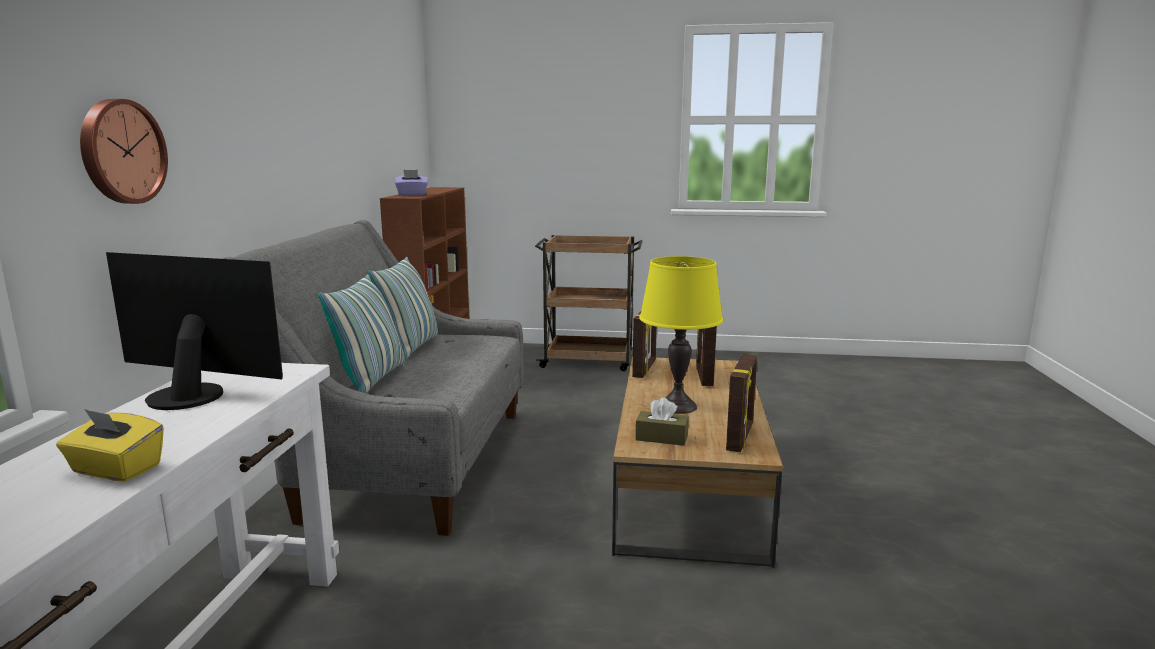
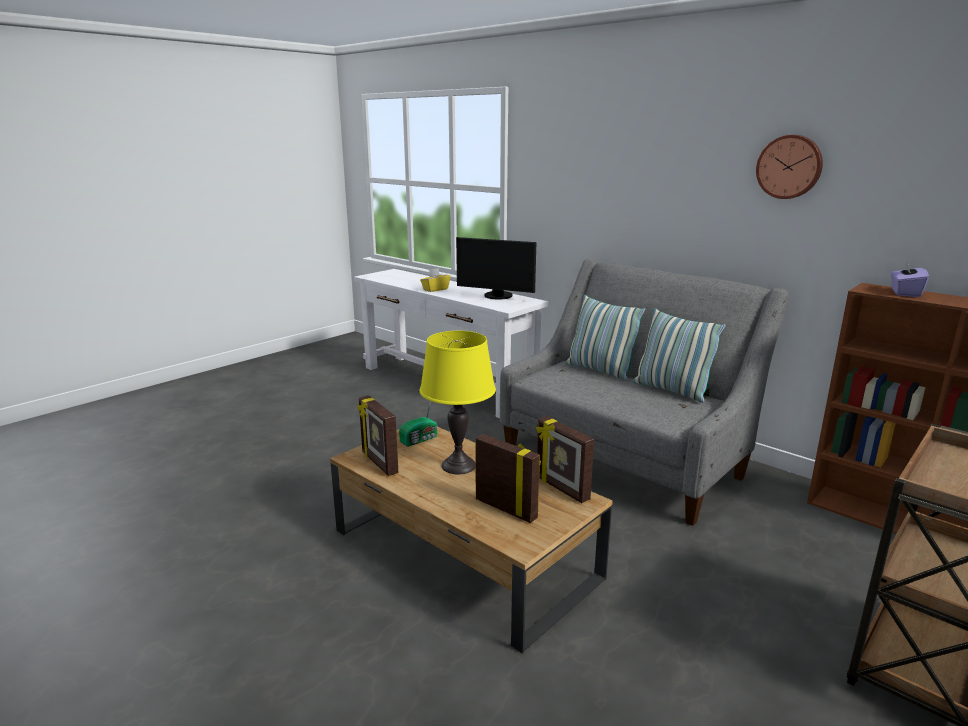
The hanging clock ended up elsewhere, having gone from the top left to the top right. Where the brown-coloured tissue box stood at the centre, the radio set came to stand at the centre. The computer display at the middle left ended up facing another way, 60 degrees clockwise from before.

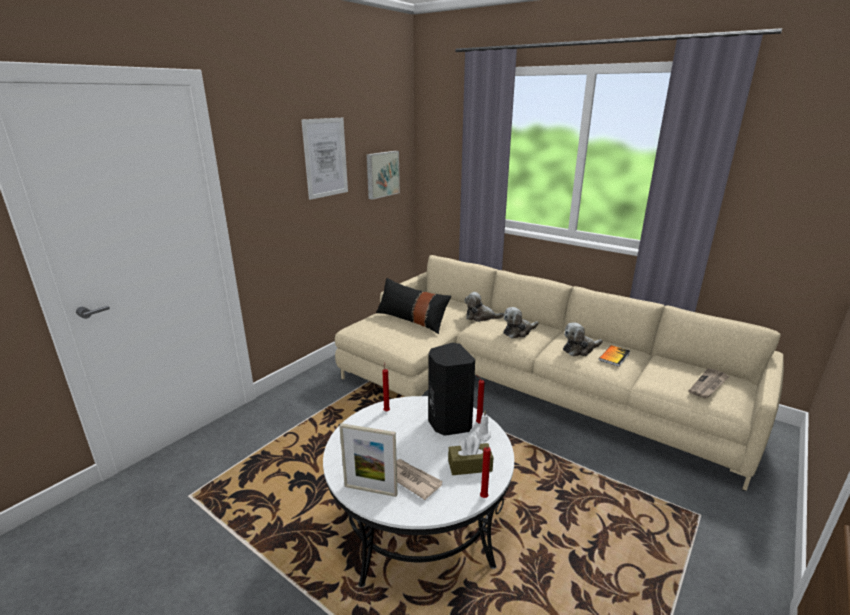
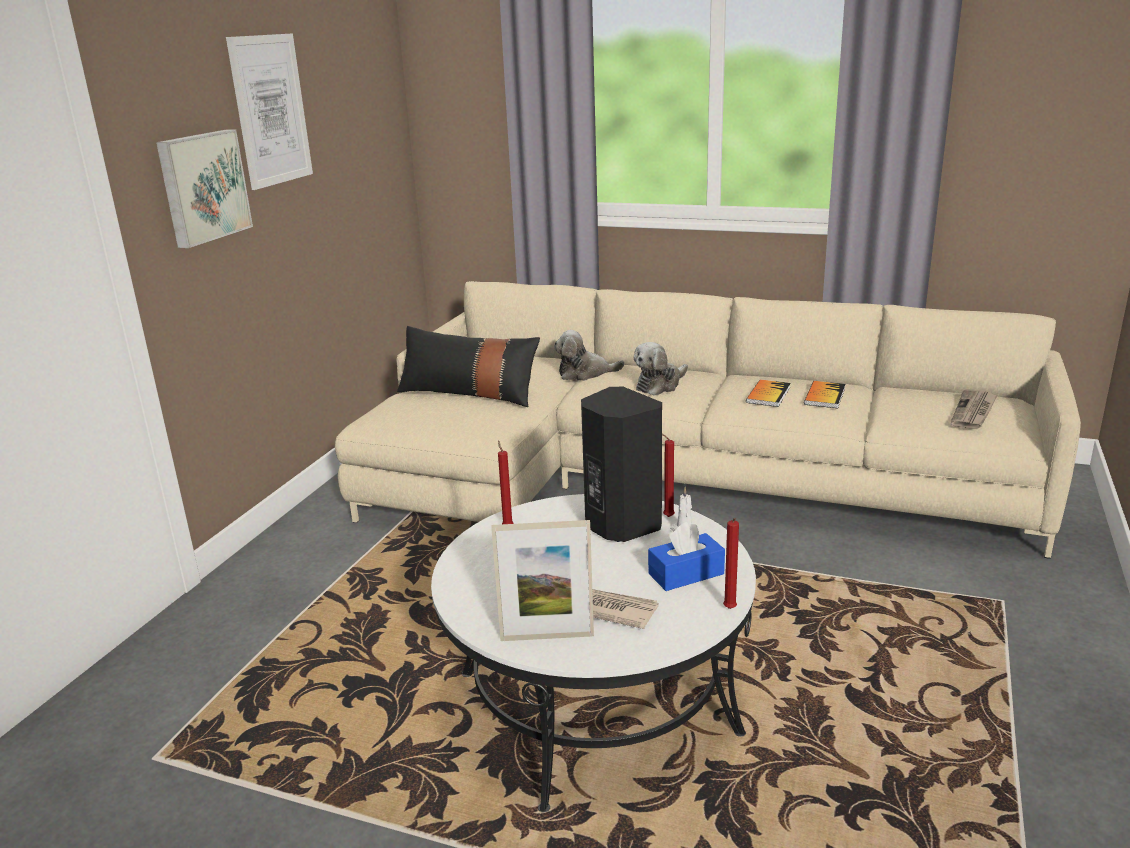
The wall art (no. 2 from left in the first image) ended up elsewhere, having gone from the top centre to the top left. Where the cuddly toy (no. 3 from left) stood at the middle right, the volume (no. 1 from left) came to stand at the middle right. What was the brown-coloured tissue box at the bottom centre turned into the blue tissue box at the centre.

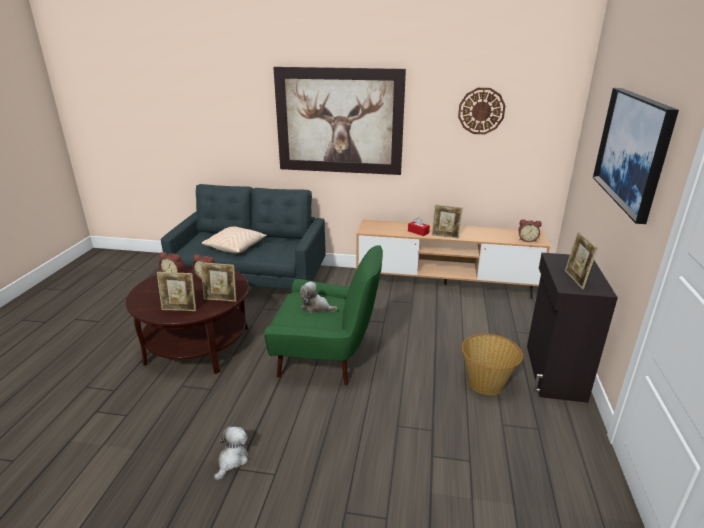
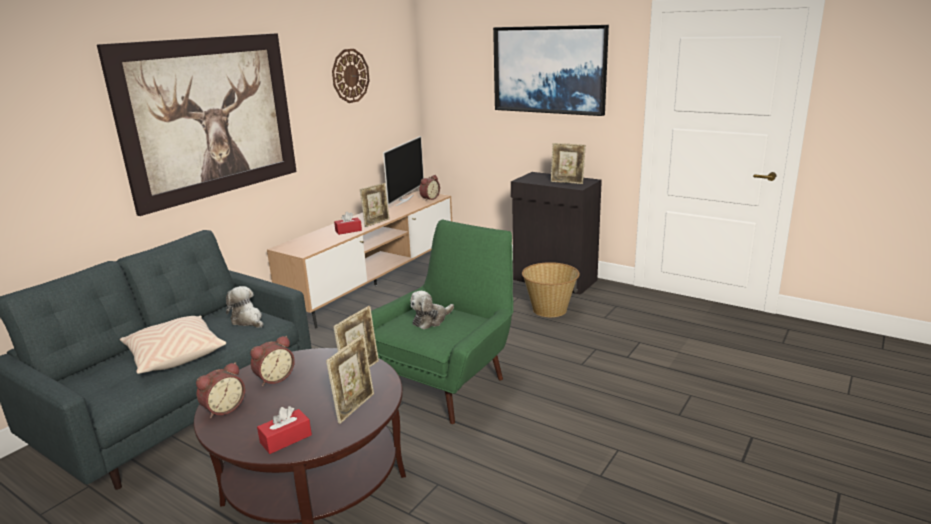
The second view gained the red-coloured tissue box (no. 1 from left) at the bottom left. The second view gained the TV set at the top centre. The cuddly toy (no. 1 from left) ended up elsewhere, having gone from the bottom left to the middle left.

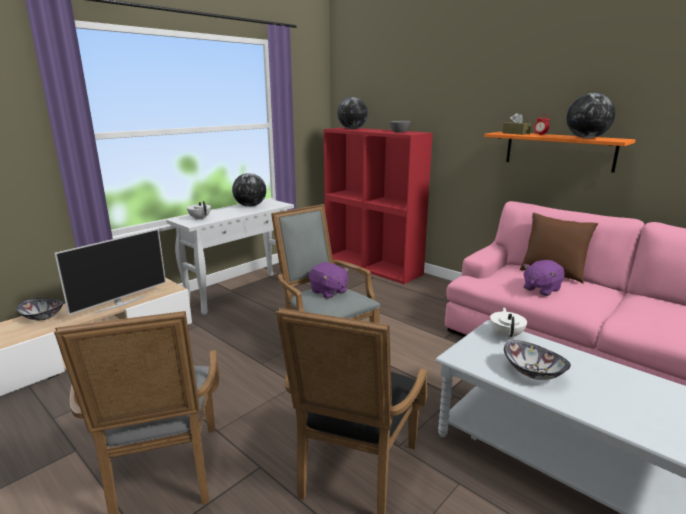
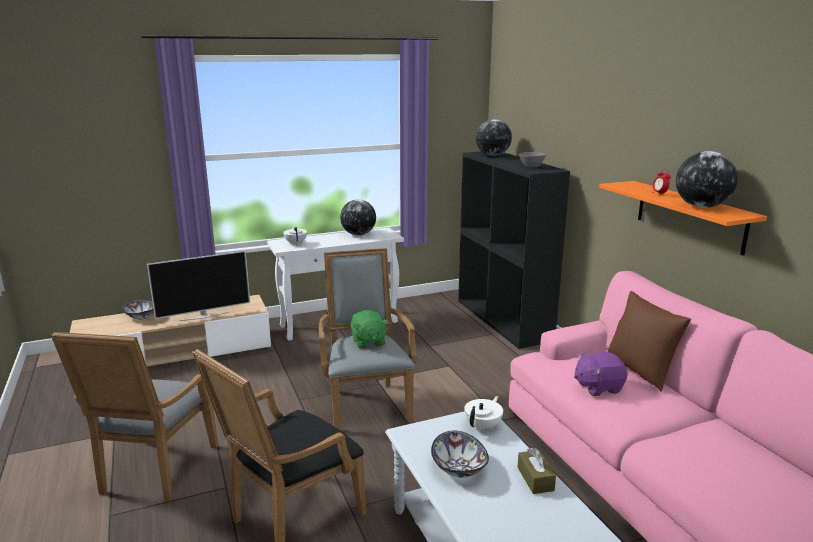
The brown-coloured tissue box ended up elsewhere, having gone from the top right to the bottom centre. What was the purple cuddly toy (no. 1 from left) at the centre turned into the greenish cuddly toy at the centre. What was the red-coloured bookcase at the centre turned into the black-coloured bookcase at the centre.

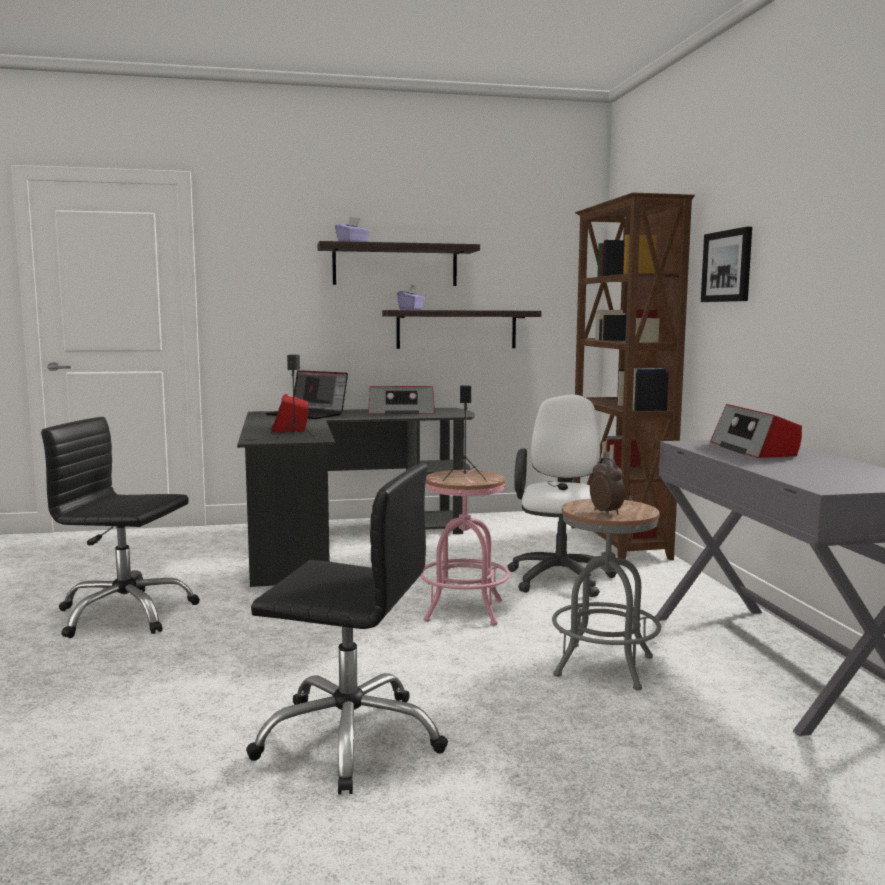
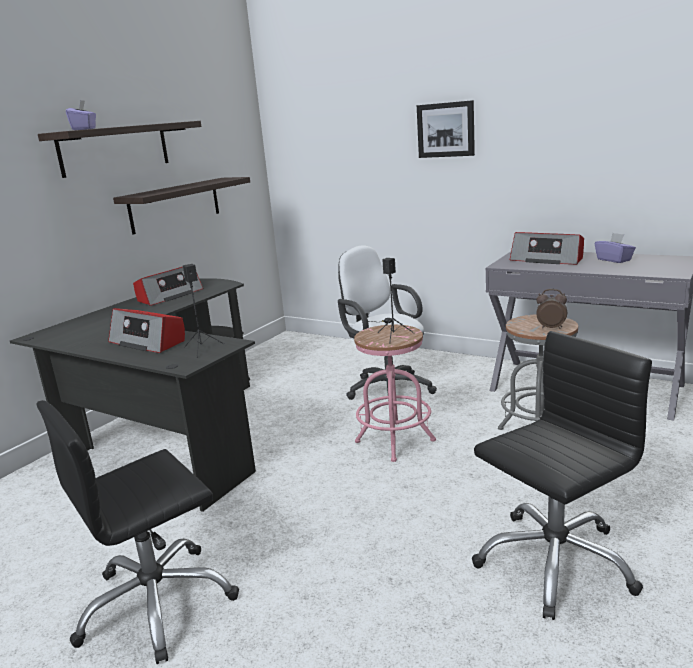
The second view lost the laptop at the centre. The second view lost the brown-coloured bookcase at the middle right. The purple tissue box (no. 2 from left) ended up elsewhere, having gone from the centre to the middle right.

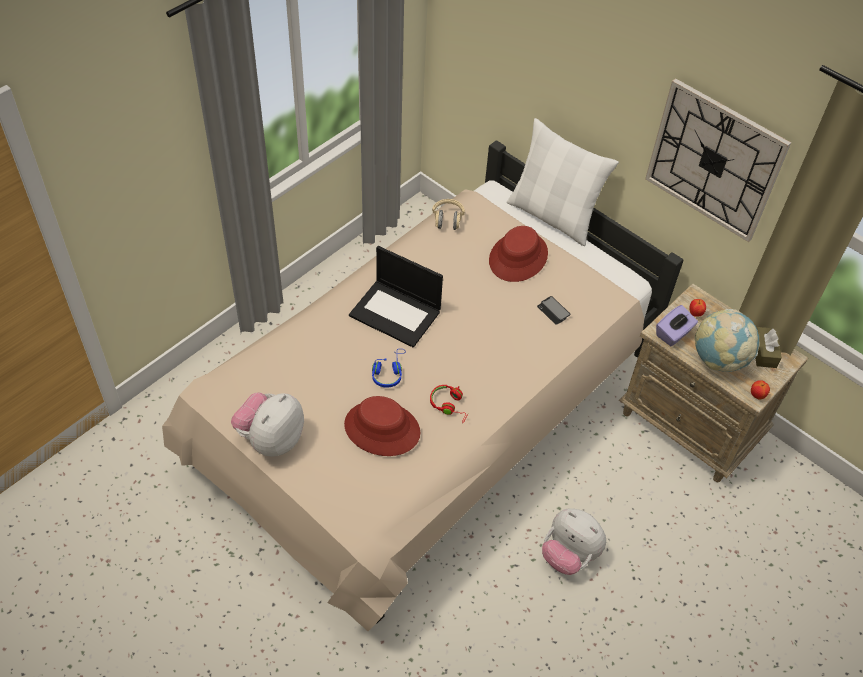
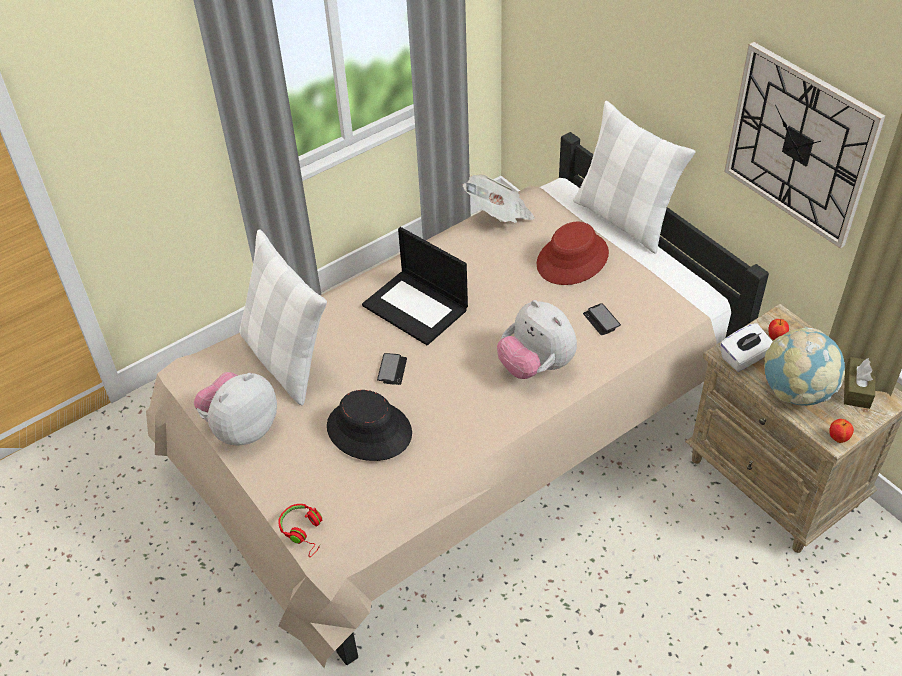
The second view gained the white cushion (no. 1 from left) at the middle left. The red-coloured pair of headphones ended up elsewhere, having gone from the centre to the bottom left. The cuddly toy (no. 2 from left) ended up elsewhere, having gone from the bottom centre to the centre. Where the blue pair of headphones stood at the centre, the handset (no. 1 from left) came to stand at the centre. Where the sand-coloured pair of headphones stood at the top centre, the daily paper came to stand at the top centre. What was the red-coloured wearable hat (no. 1 from left) at the centre turned into the black-coloured wearable hat at the centre. What was the purple tissue box at the middle right turned into the white tissue box at the middle right.

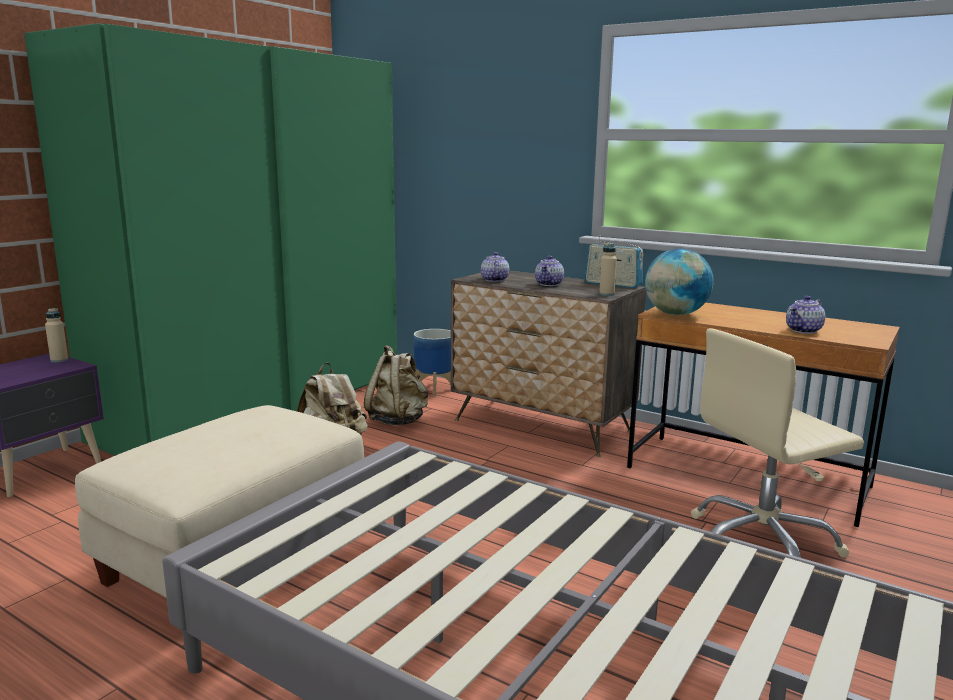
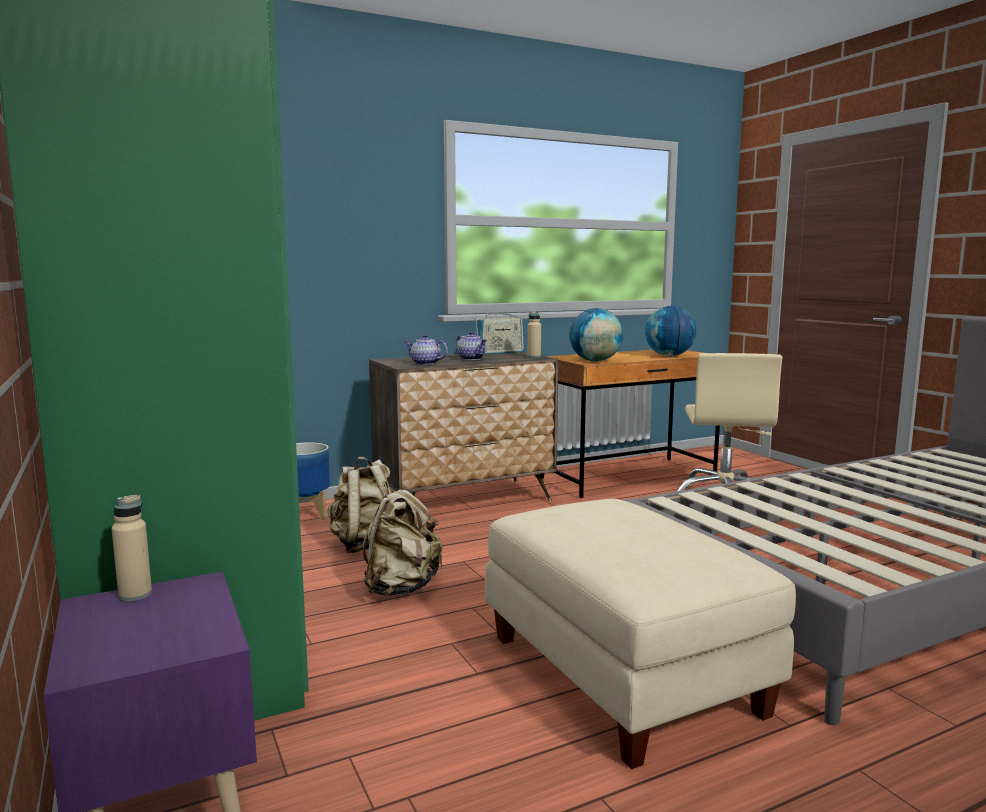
Where the tea pot (no. 3 from left) stood at the middle right, the globe (no. 2 from left) came to stand at the middle right.

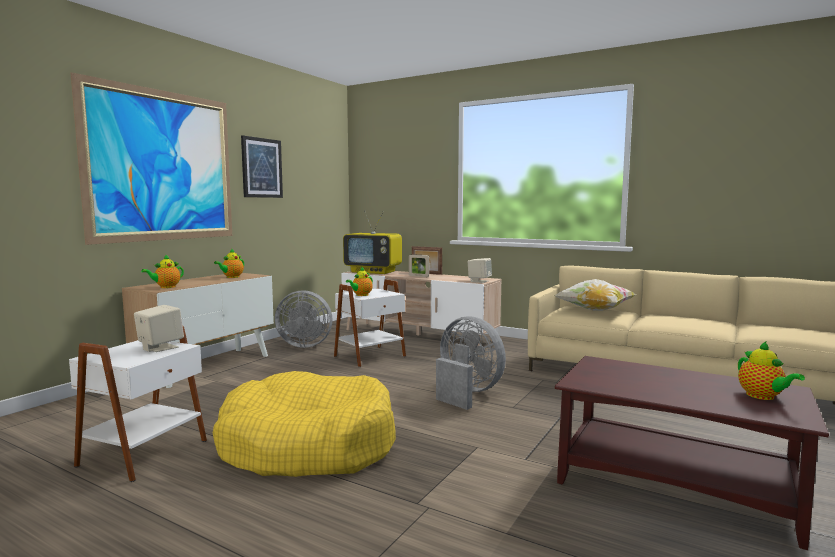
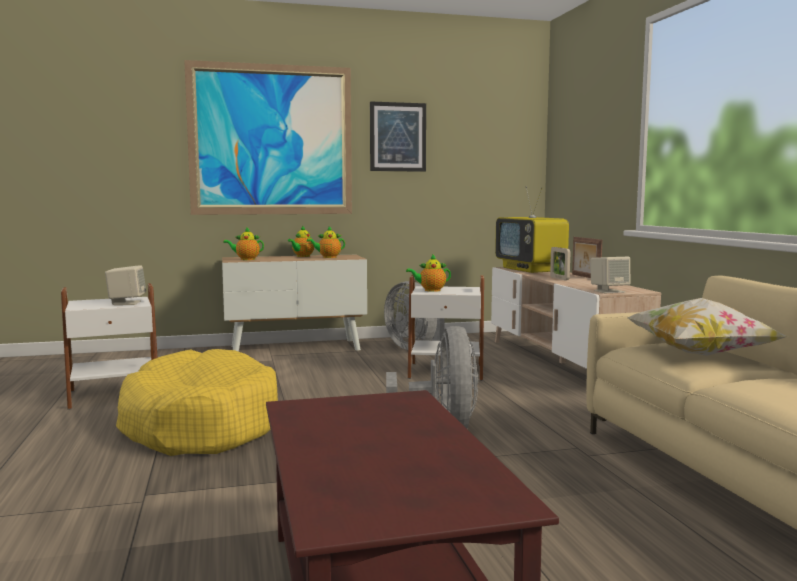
The tea pot (no. 4 from left in the first image) ended up elsewhere, having gone from the middle right to the centre.

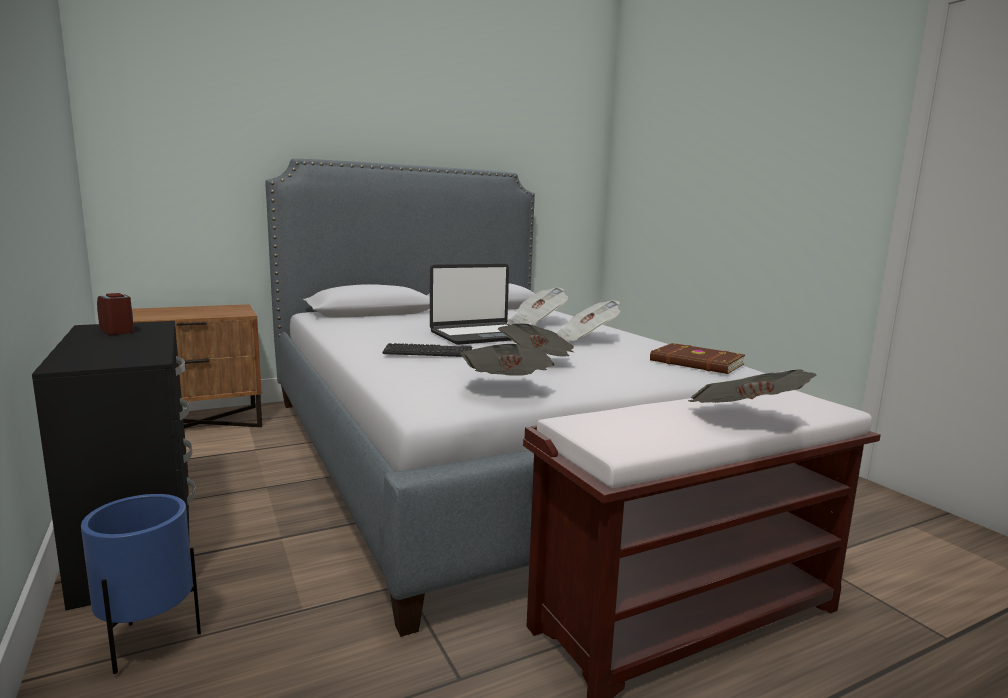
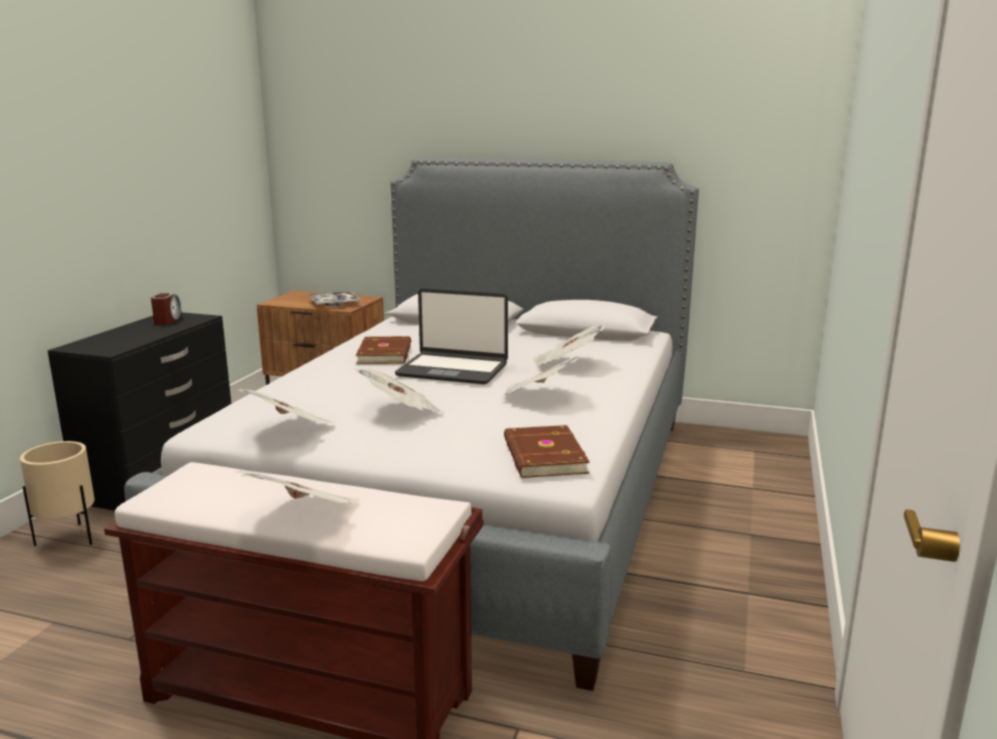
The second view lost the PC keyboard at the centre. The second view gained the tray at the centre. The second view gained the brown-coloured volume (no. 1 from left) at the centre. What was the blue plant pot at the bottom left turned into the sand-coloured plant pot at the bottom left.

